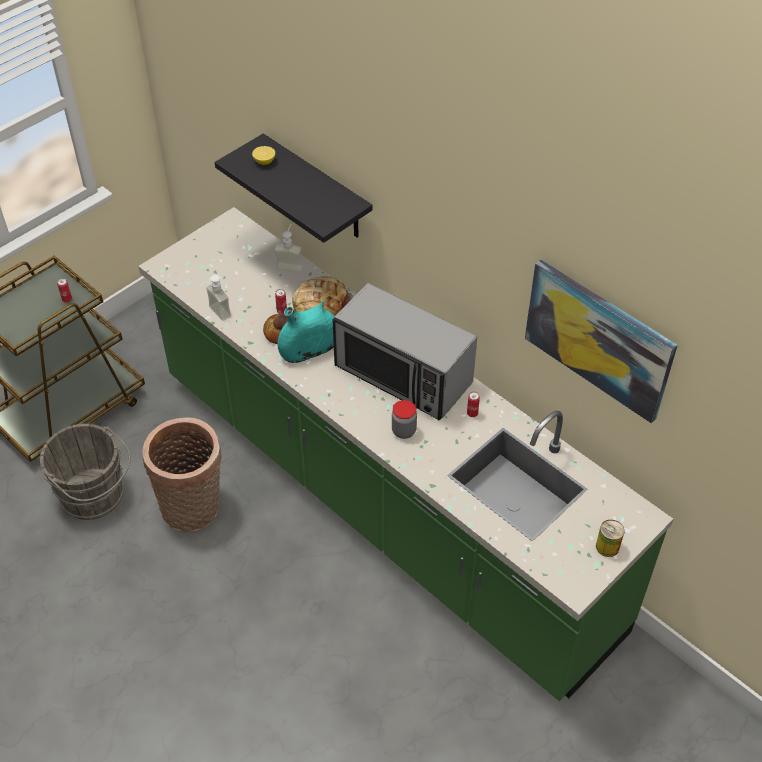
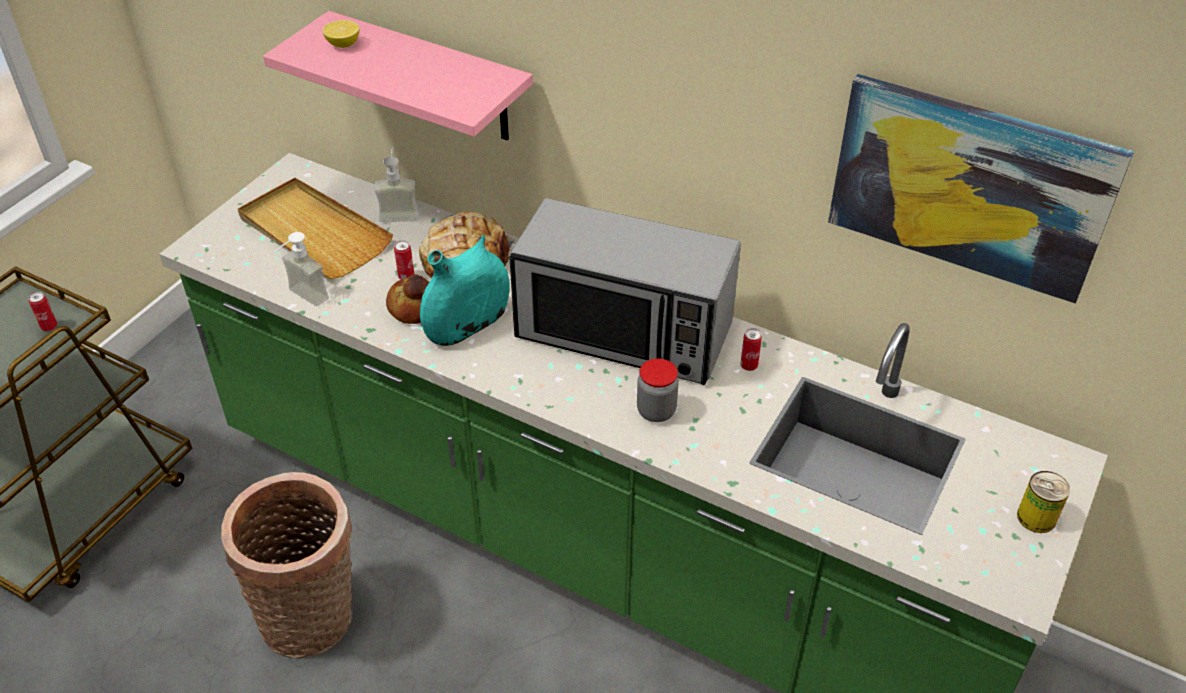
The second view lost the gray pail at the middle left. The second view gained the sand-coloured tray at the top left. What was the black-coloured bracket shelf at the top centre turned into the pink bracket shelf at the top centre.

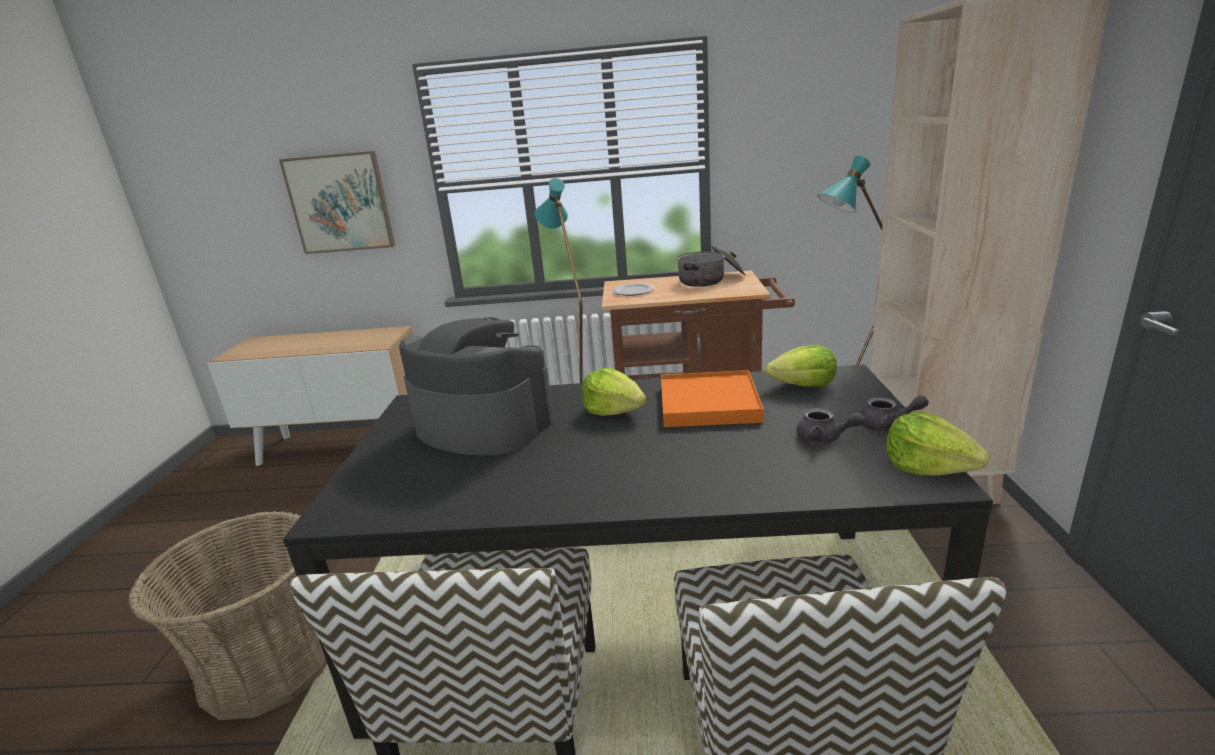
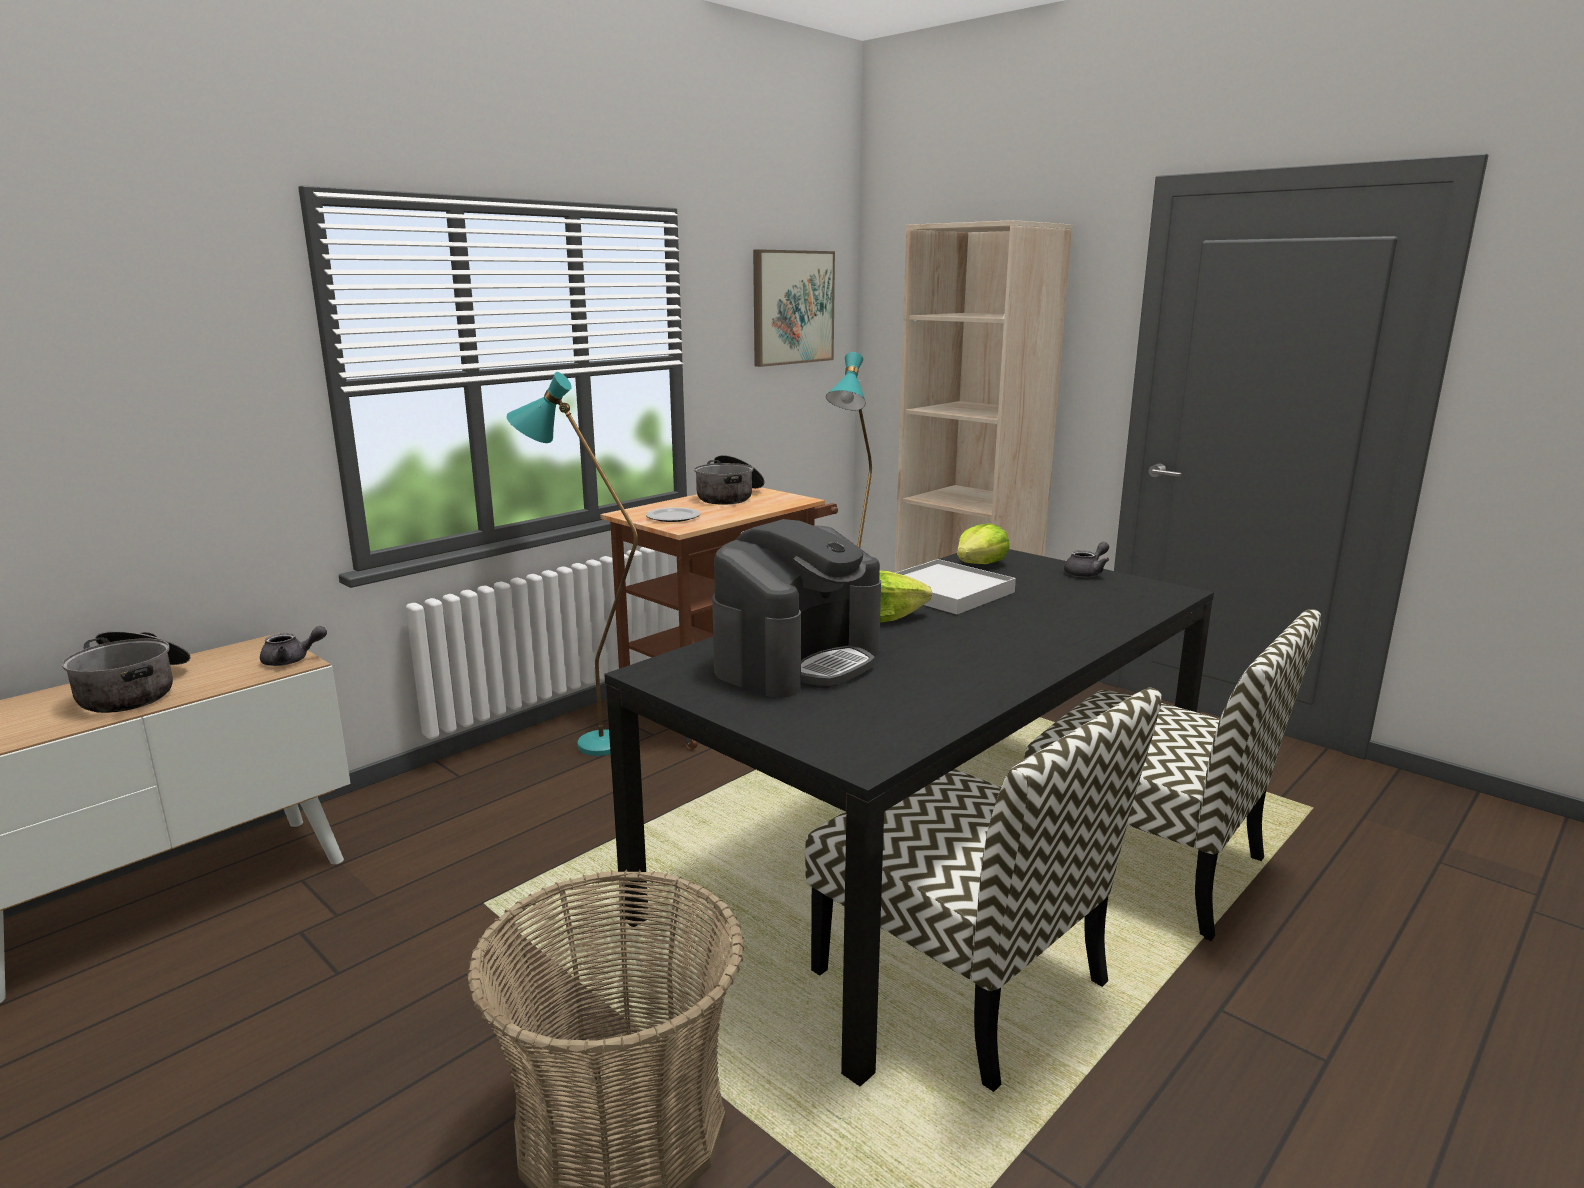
The second view lost the head of lettuce (no. 3 from left) at the middle right. The second view gained the cooking pot (no. 1 from left) at the middle left. The wall art ended up elsewhere, having gone from the top left to the top centre. The gray tea pot (no. 1 from left) ended up elsewhere, having gone from the middle right to the middle left. What was the orange tray at the centre turned into the white tray at the centre. The coffee maker at the centre ended up facing another way, 150 degrees clockwise from before.

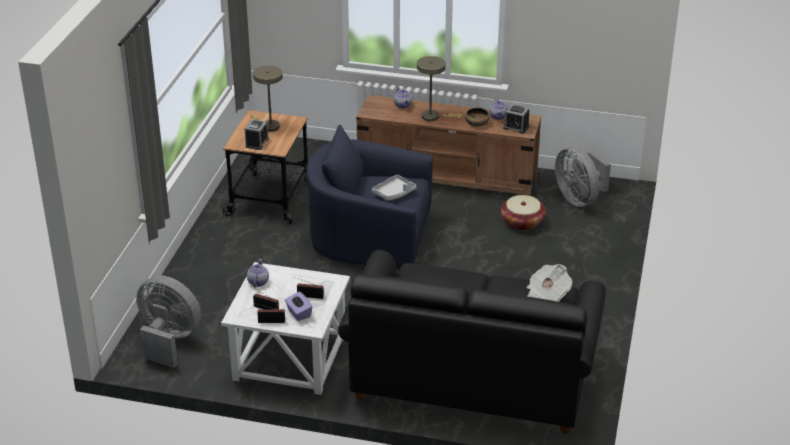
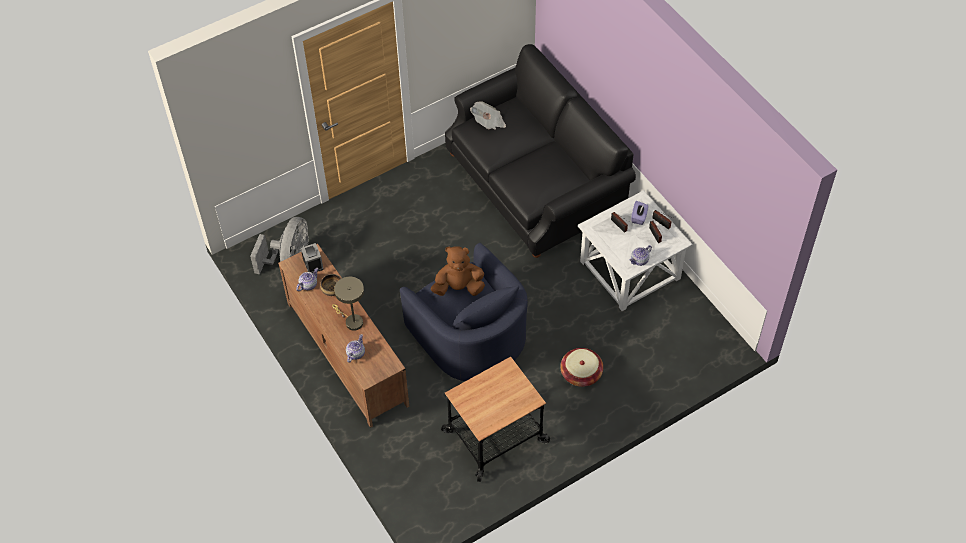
The second view lost the gray electric fan (no. 1 from left) at the bottom left. The second view lost the table clock (no. 1 from left) at the top left. The second view lost the sand-coloured table lamp (no. 1 from left) at the top centre. The household basket ended up elsewhere, having gone from the centre to the bottom centre. Where the gray tray stood at the centre, the brown-coloured cuddly toy came to stand at the centre.

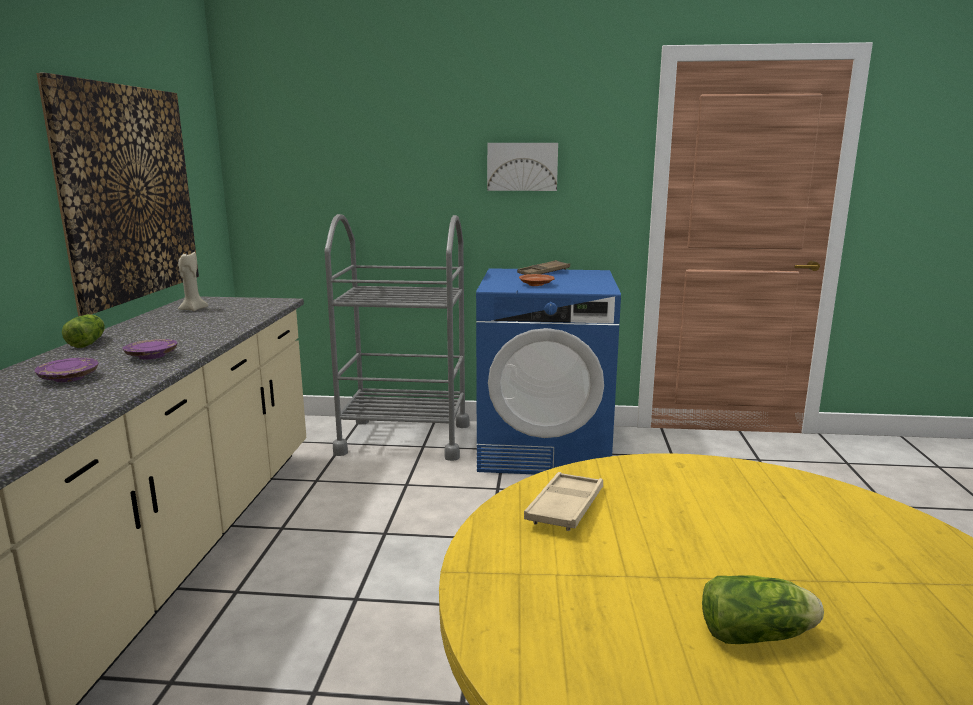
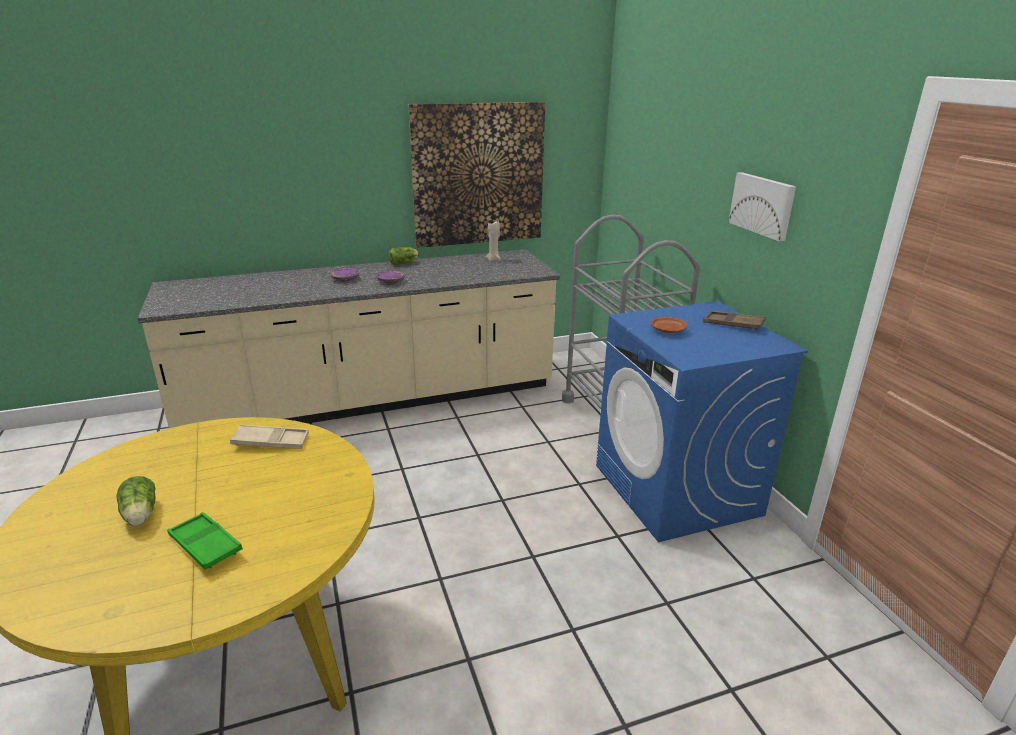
The second view gained the greenish tray at the bottom left.

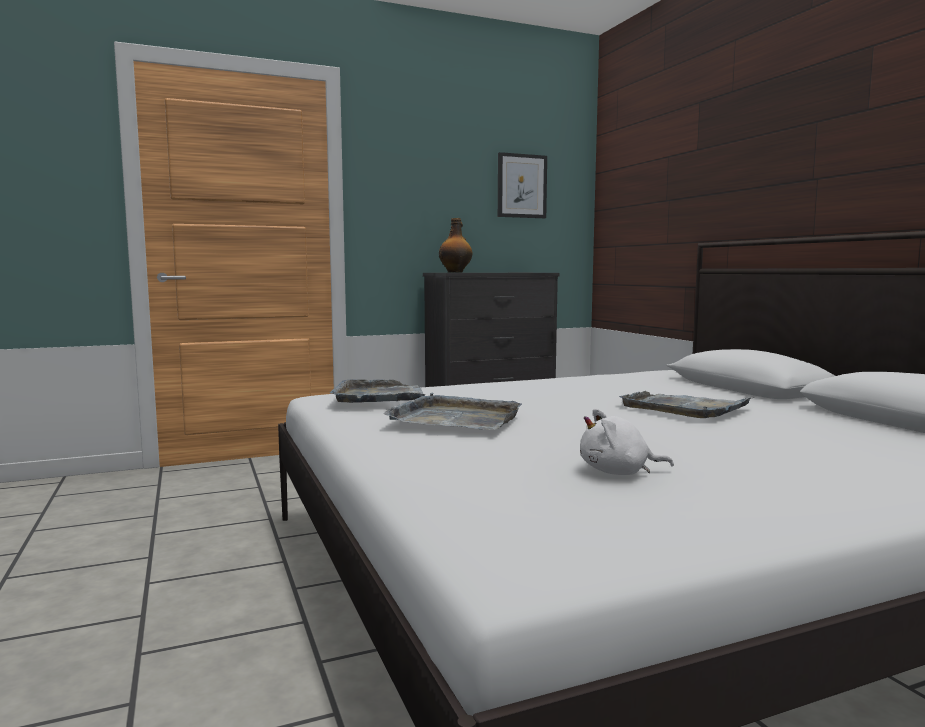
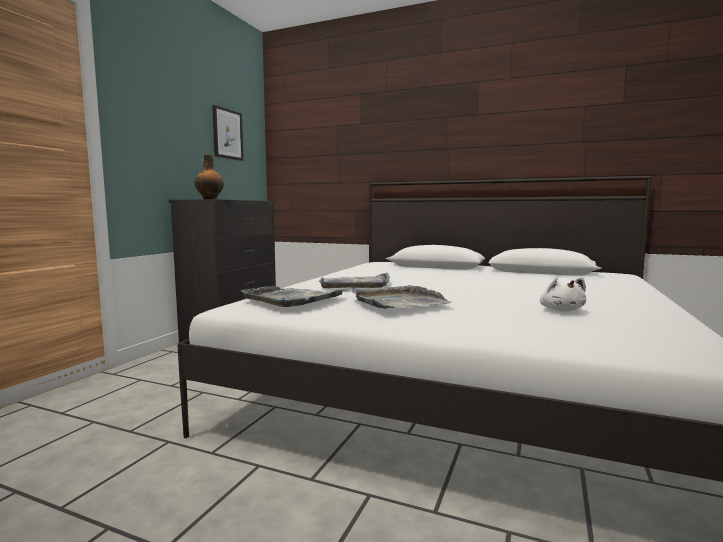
The gray tray (no. 3 from left in the first image) ended up elsewhere, having gone from the middle right to the centre. The white cuddly toy at the middle right ended up facing another way, 45 degrees counterclockwise from before.

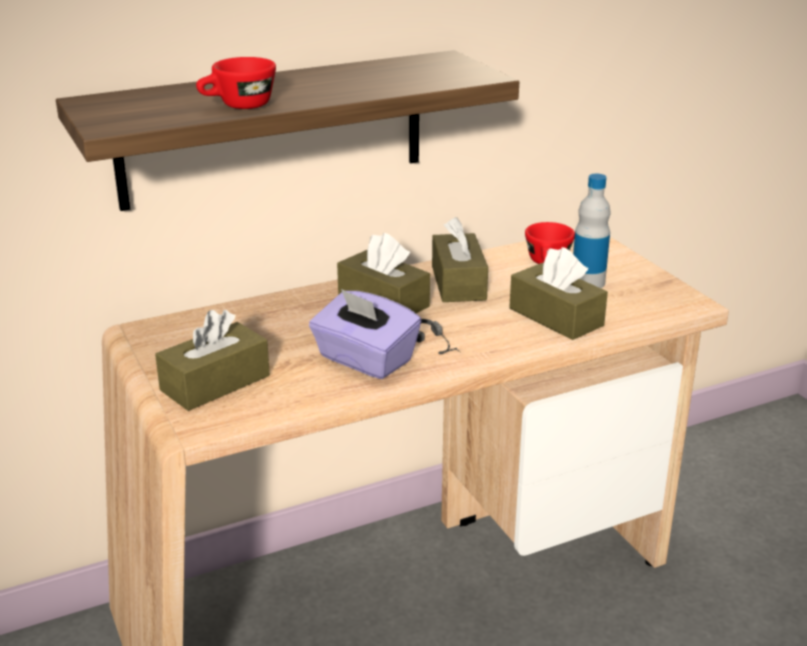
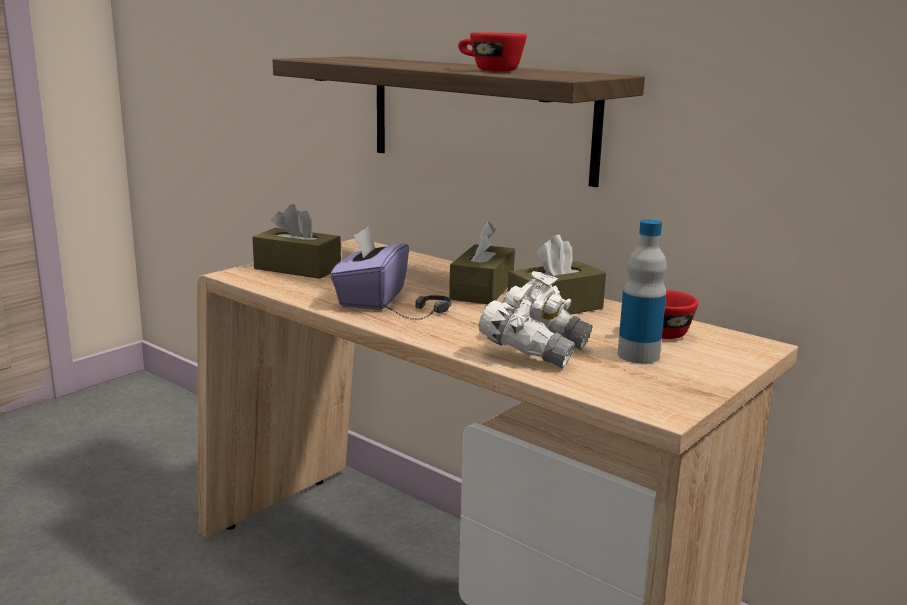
The red-coloured small cup (no. 1 from left) ended up elsewhere, having gone from the top left to the top centre. Where the brown-coloured tissue box (no. 4 from left) stood at the middle right, the white binoculars came to stand at the centre.

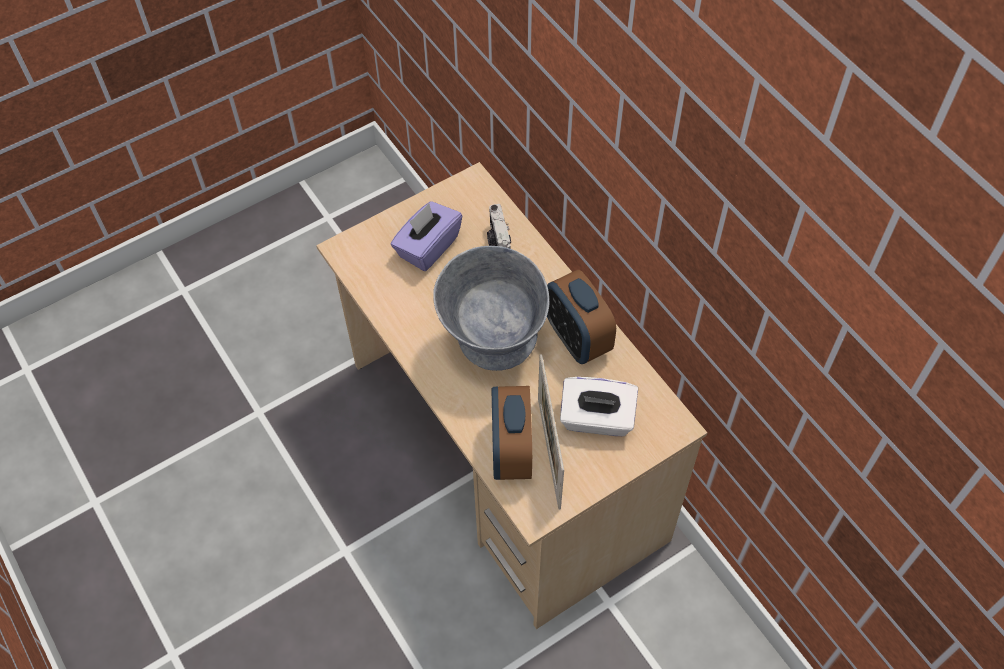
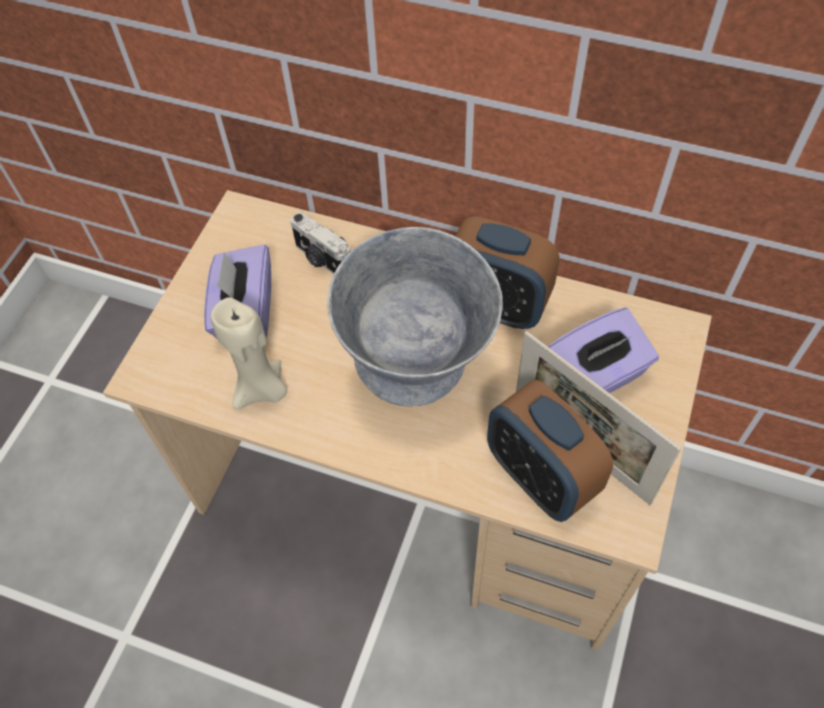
The second view gained the sand-coloured wax light at the middle left. What was the white tissue box at the centre turned into the purple tissue box (no. 2 from left) at the middle right.

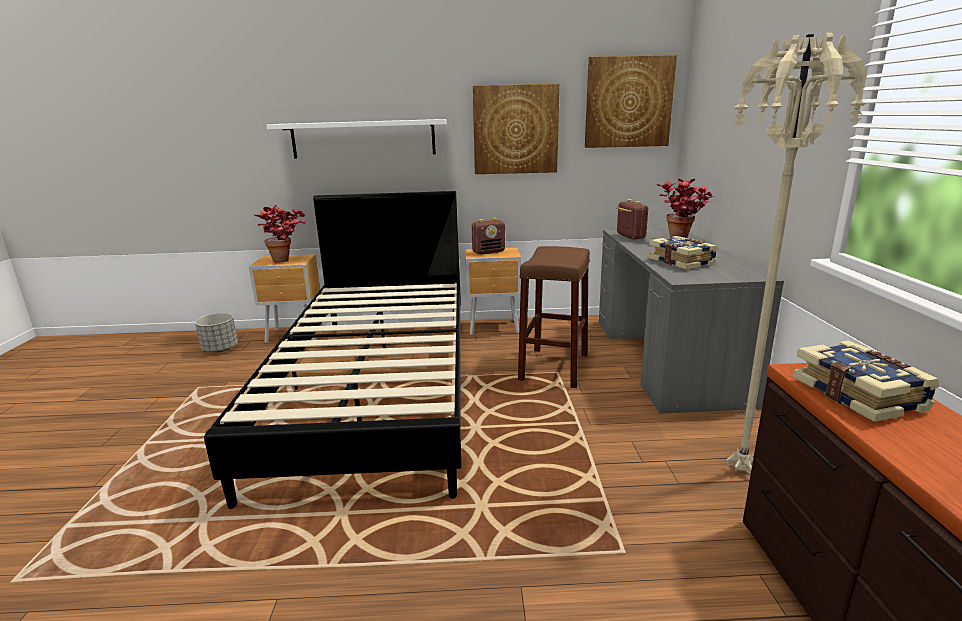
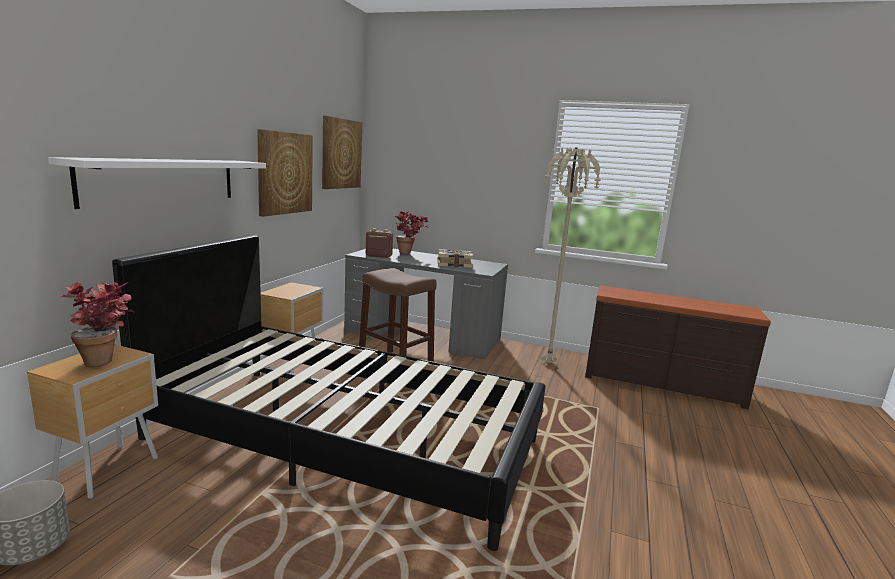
The second view lost the radio set (no. 1 from left) at the centre. The second view lost the volume (no. 2 from left) at the middle right.

